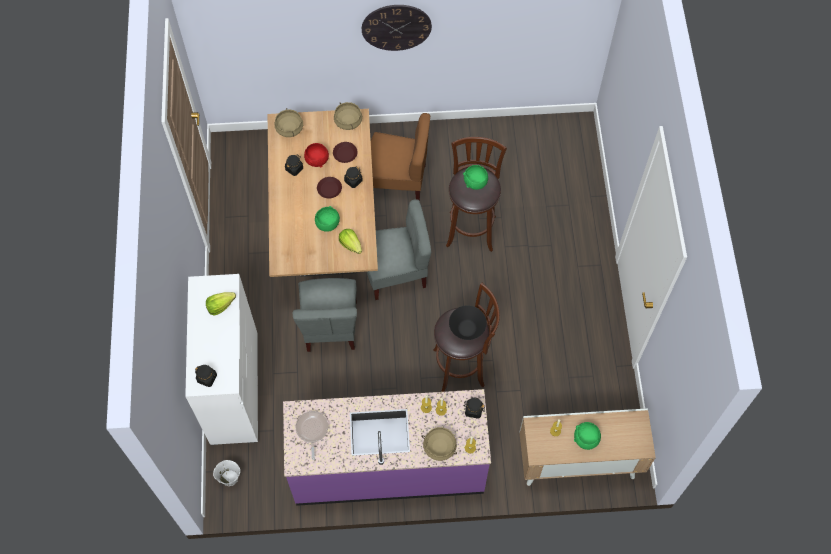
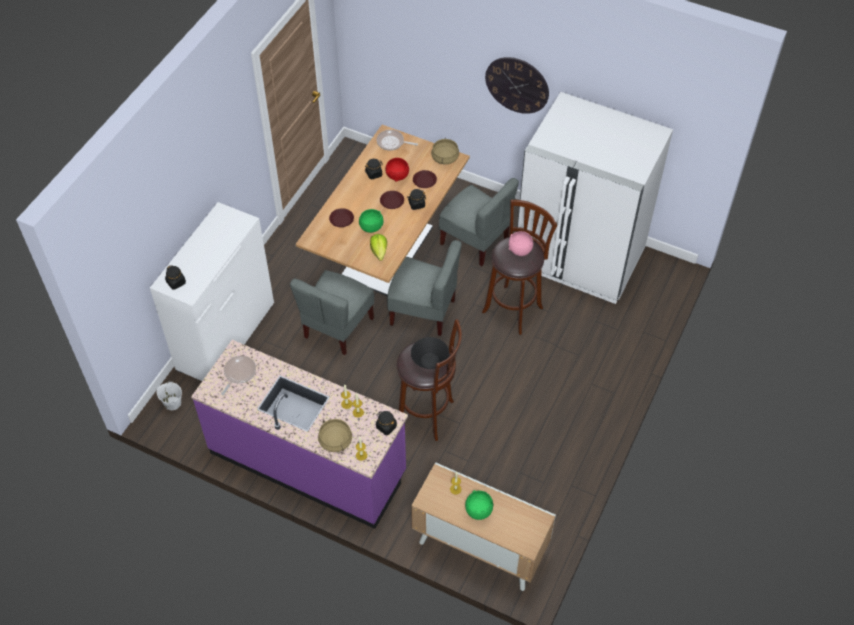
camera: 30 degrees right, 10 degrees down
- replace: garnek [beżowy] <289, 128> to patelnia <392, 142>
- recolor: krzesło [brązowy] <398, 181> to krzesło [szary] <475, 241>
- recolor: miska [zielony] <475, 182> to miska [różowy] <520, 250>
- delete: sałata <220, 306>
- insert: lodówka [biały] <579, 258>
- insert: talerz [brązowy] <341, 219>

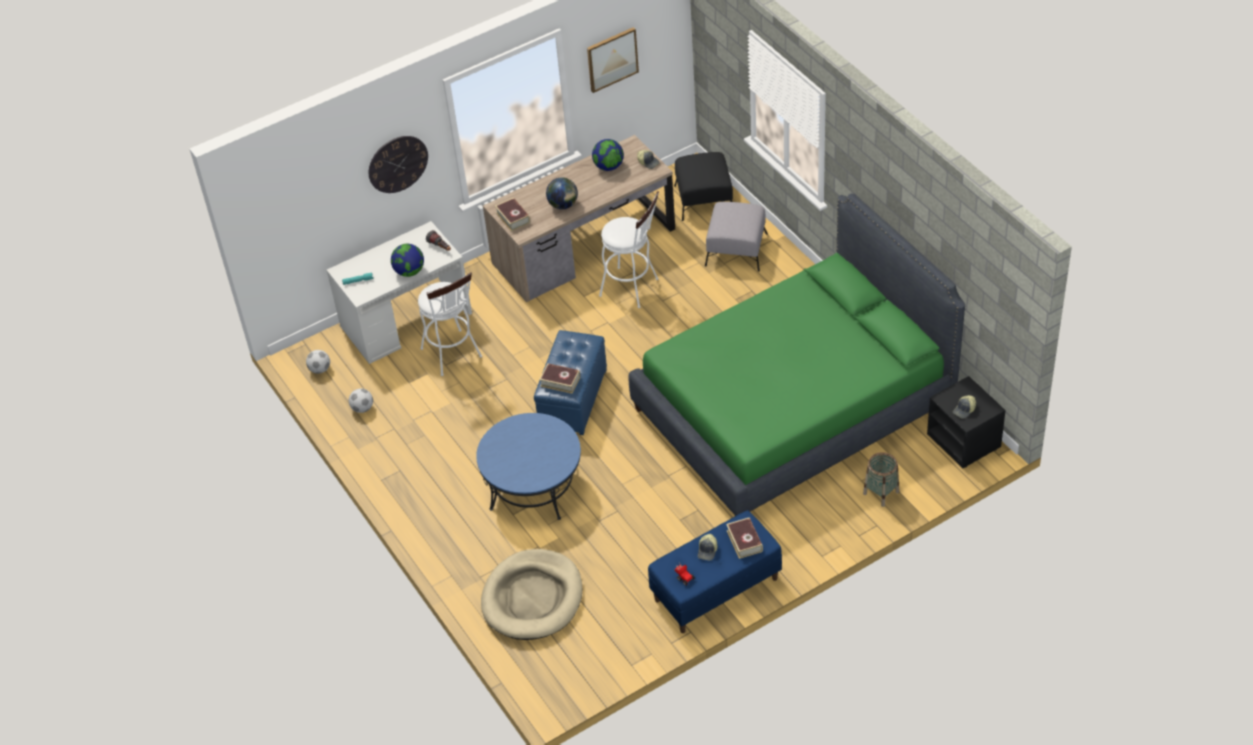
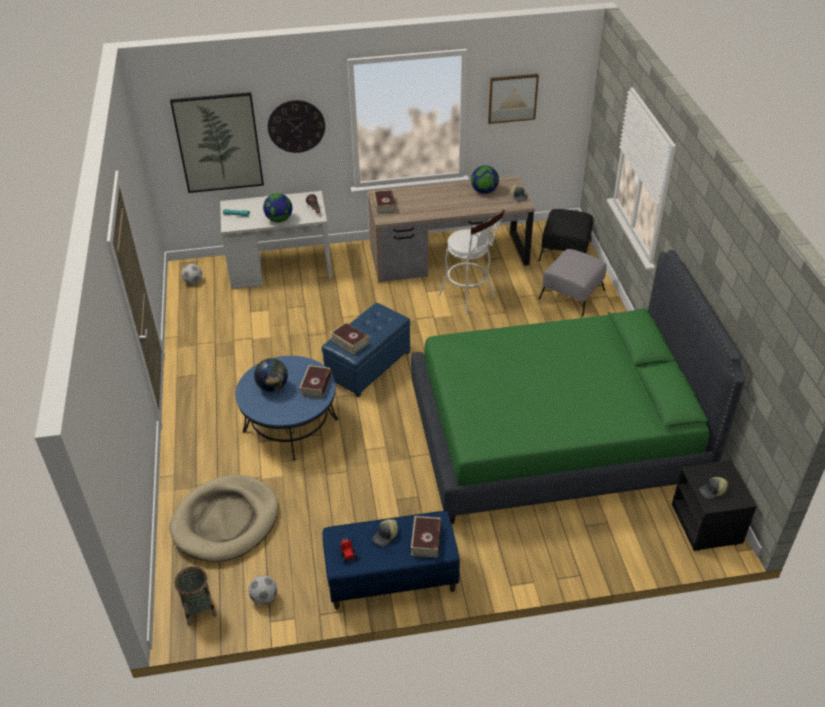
camera: 20 degrees right, 5 degrees down
- move: globus <563, 205> to <272, 387>
- delete: stołek [biały] <454, 356>
- move: piłka futbolowa <362, 408> to <264, 598>
- move: koszyk <881, 493> to <199, 609>
- insert: obraz <218, 143>
- insert: książka <316, 385>

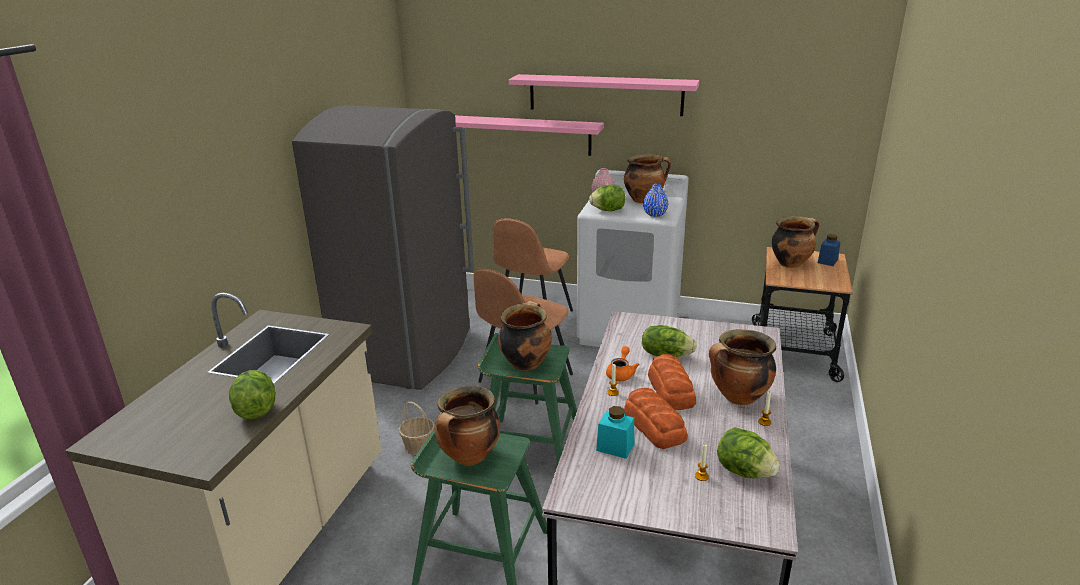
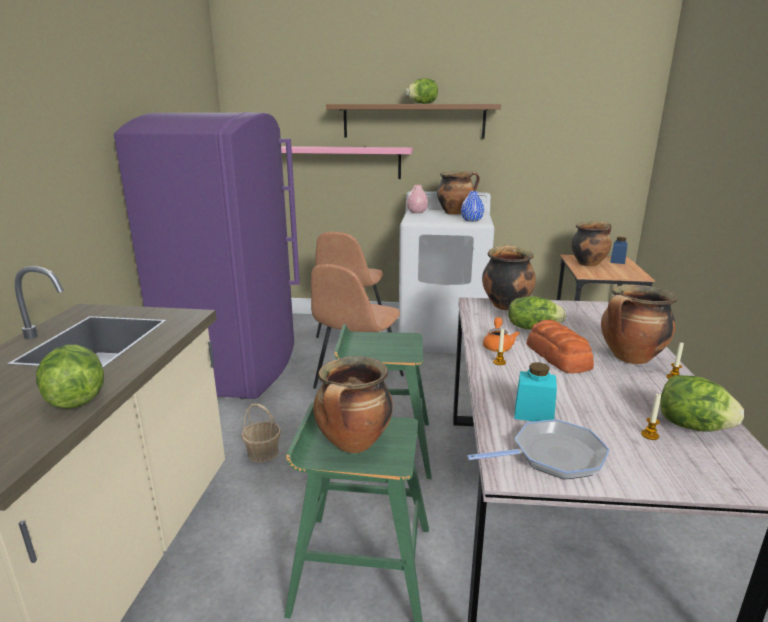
camera: 10 degrees left, 5 degrees down
- recolor: półka [różowy] <605, 94> to półka [brązowy] <413, 121>
- recolor: lodówka [szary] <407, 353> to lodówka [fioletowy] <235, 368>
- move: sałata <608, 210> to <422, 103>
- move: garnek <525, 363> to <505, 305>
- delete: chleb <654, 425>
- insert: patelnia <553, 456>

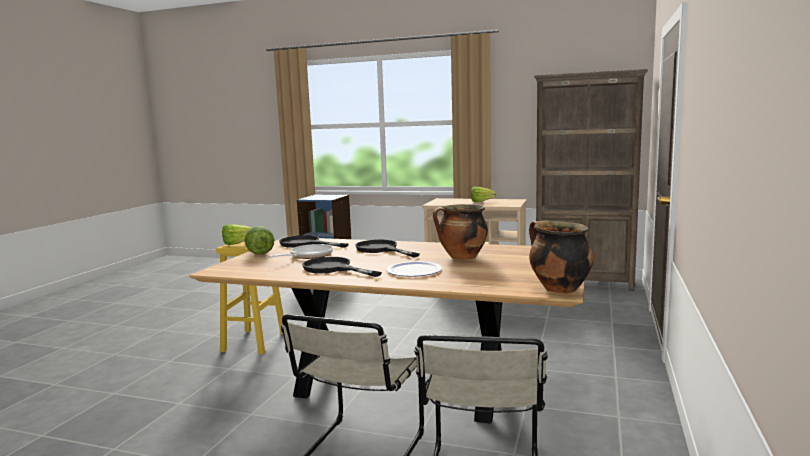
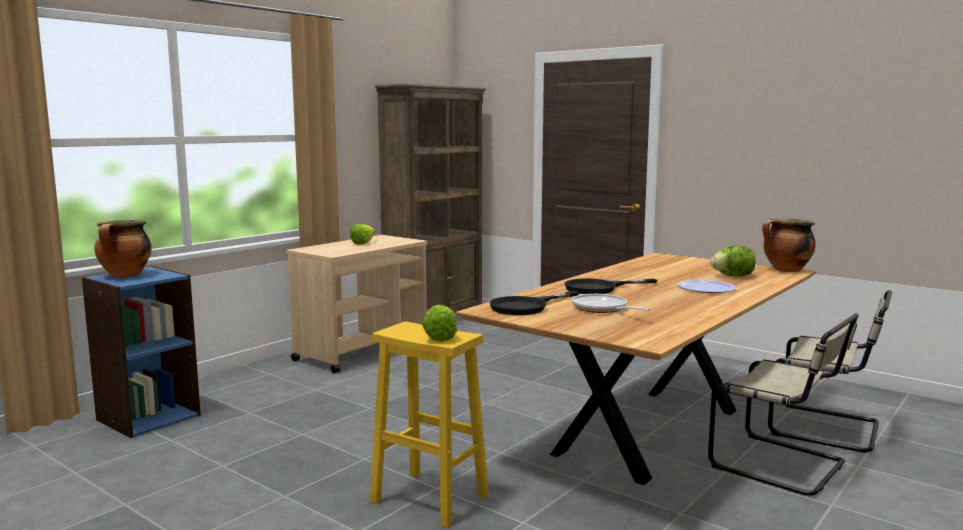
camera: 70 degrees left, 0 degrees up
- move: garnek <462, 258> to <125, 276>
- move: sałata <260, 253> to <733, 276>
- delete: patelnia [czarny] <333, 269>

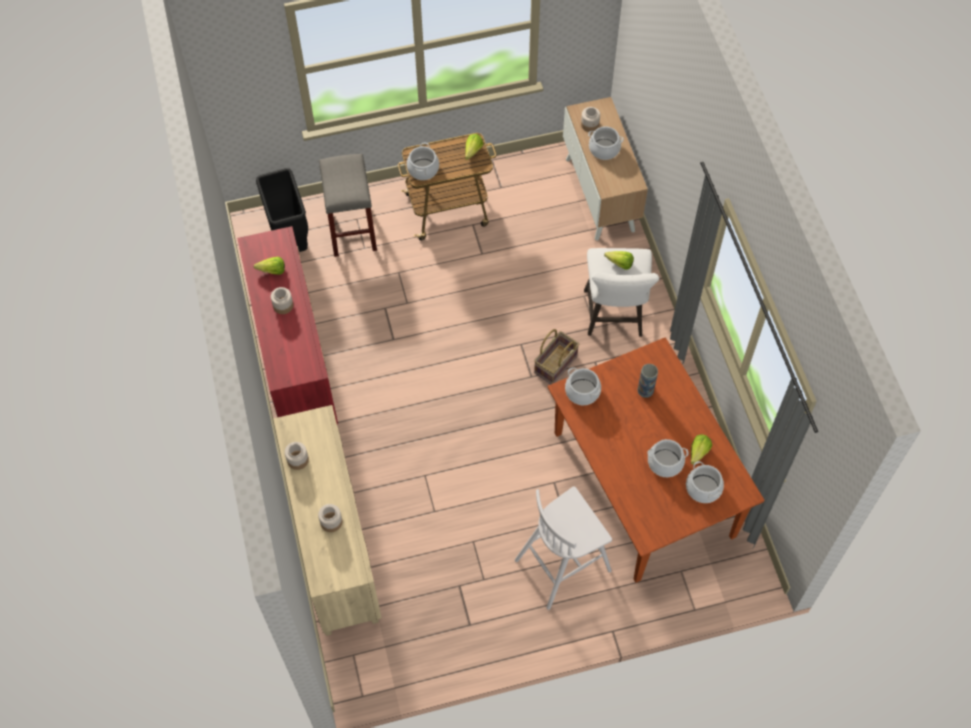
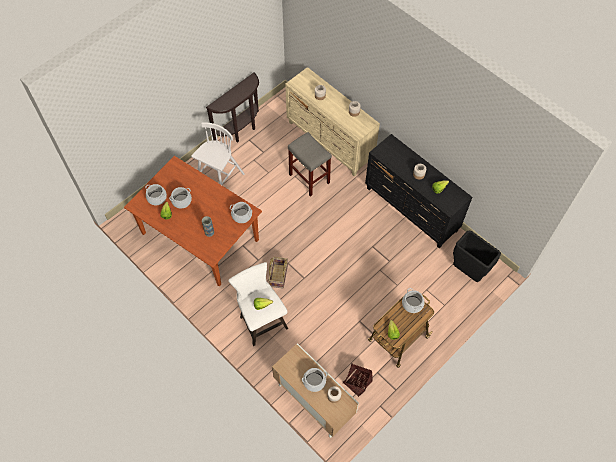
camera: 150 degrees right, 0 degrees up
- move: stołek [szary] <351, 230> to <310, 179>
- recolor: komoda [czerwony] <296, 363> to komoda [czarny] <411, 210>
- insert: stolik konsolowy [brązowy] <241, 130>
- insert: koszyk <357, 382>

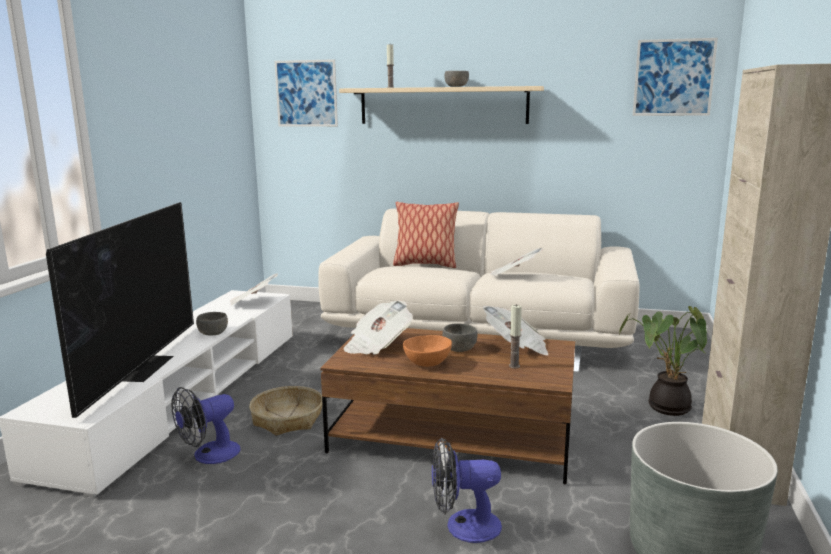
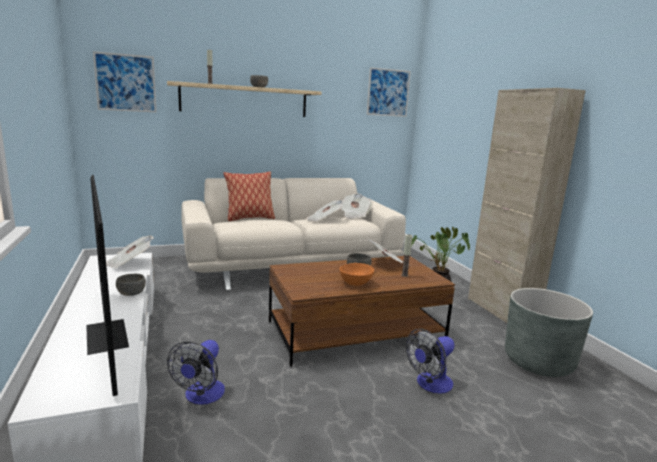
camera: 35 degrees left, 0 degrees up
- move: gazeta <377, 345> to <354, 215>
- delete: koszyk <287, 419>

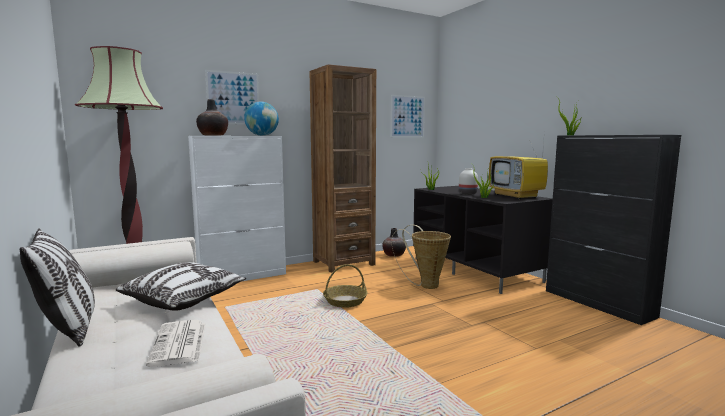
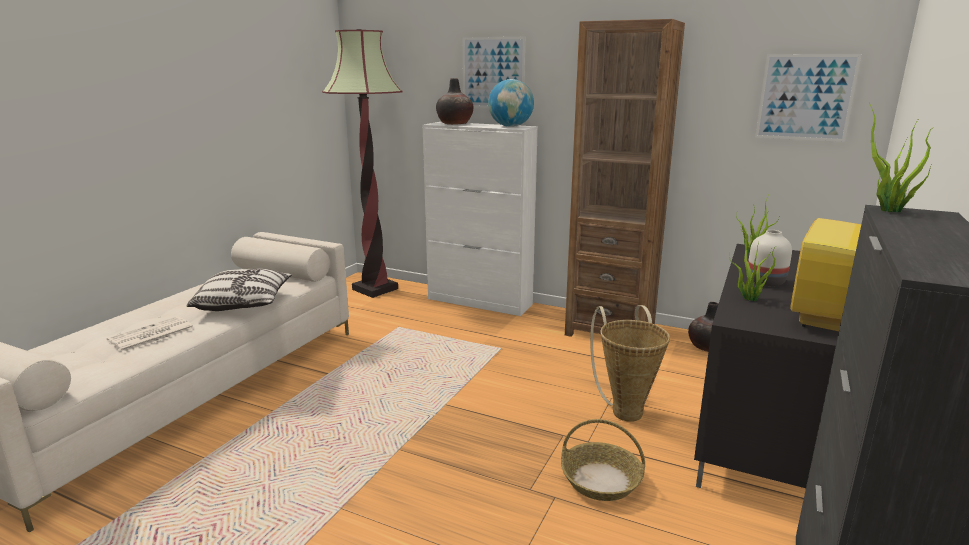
camera: 55 degrees right, 10 degrees up
- delete: poduszka <68, 328>
- move: koszyk <345, 301> to <601, 480>

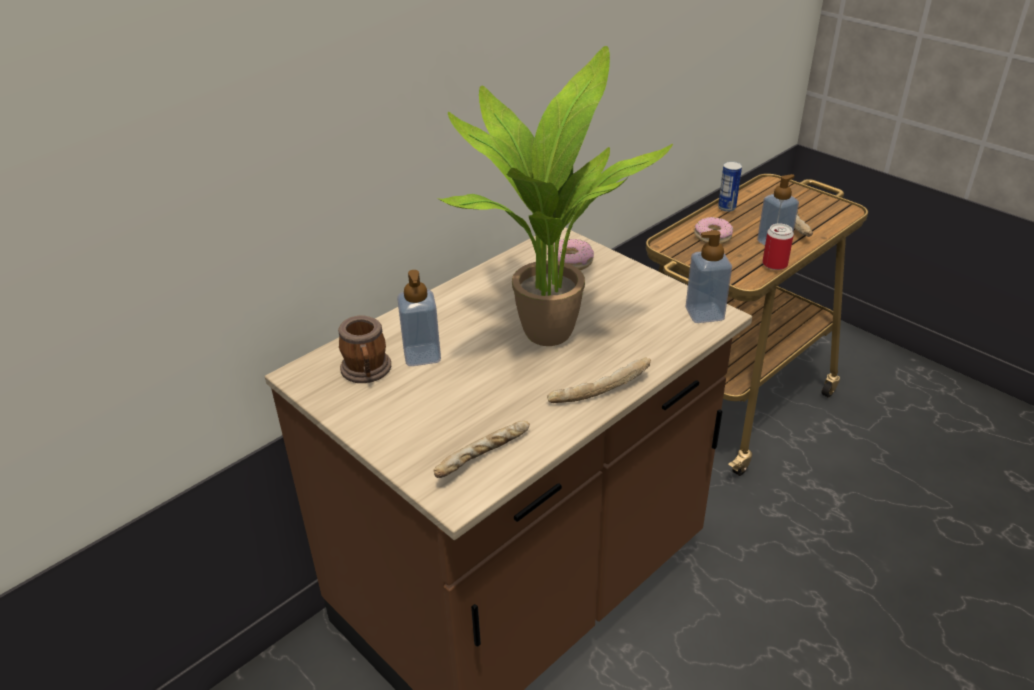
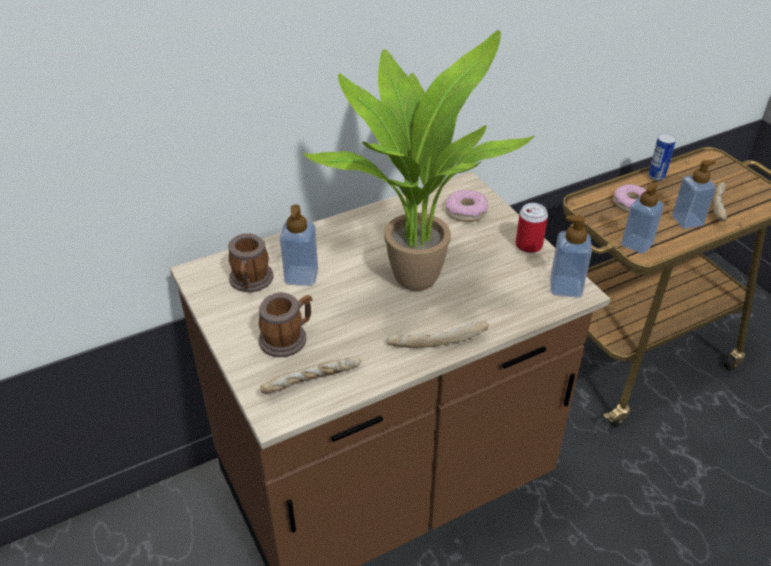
camera: 15 degrees right, 5 degrees up
- move: puszka <774, 264> to <528, 245>
- insert: dozownik mydła <636, 244>
- insert: kubek <288, 338>

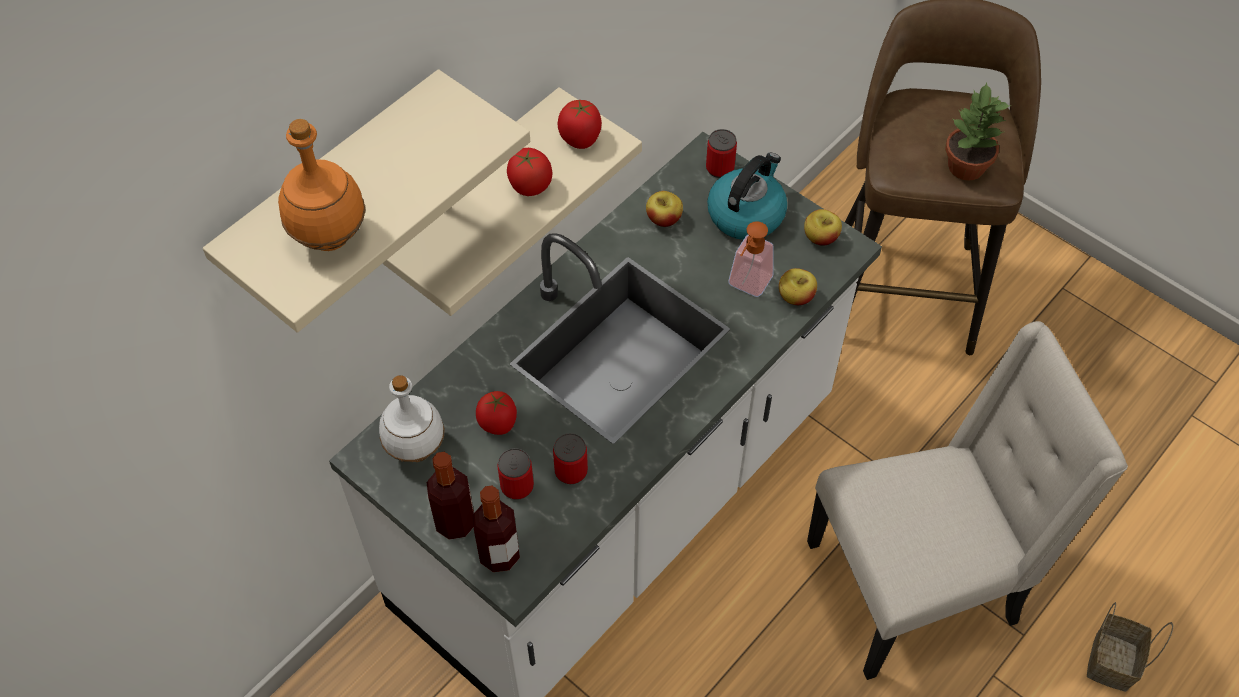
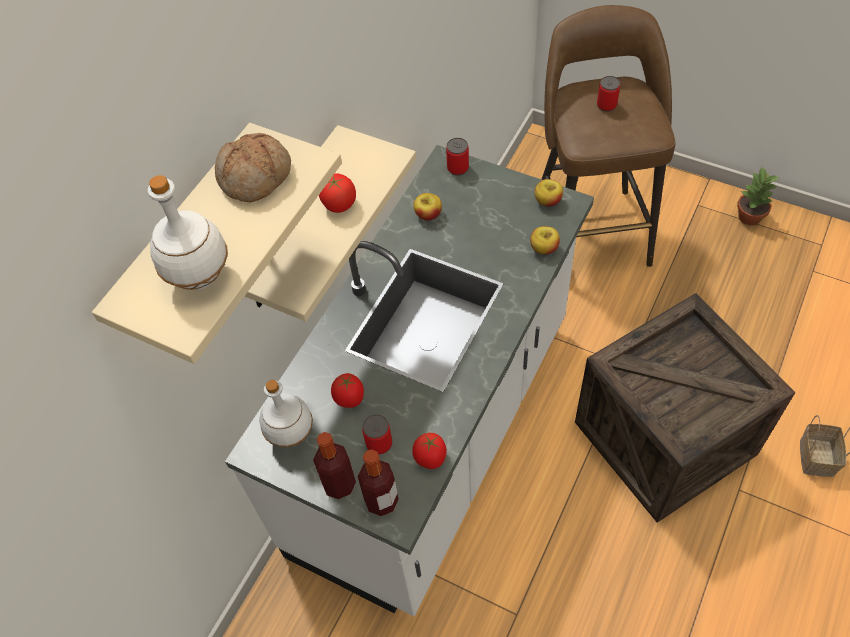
camera: 10 degrees left, 0 degrees up
- move: roślina doniczkowa <965, 167> to <749, 217>
- move: pomidor <580, 139> to <430, 458>
- recolor: butelka [pomarańczowy] <331, 236> to butelka [biały] <201, 276>
- delete: czajnik <746, 214>
- delete: dozownik mydła <746, 286>
- replace: krzesło [beżowy] <916, 584> to skrzynka <664, 438>
- move: puszka <571, 471> to <606, 105>
- insert: chleb <256, 177>

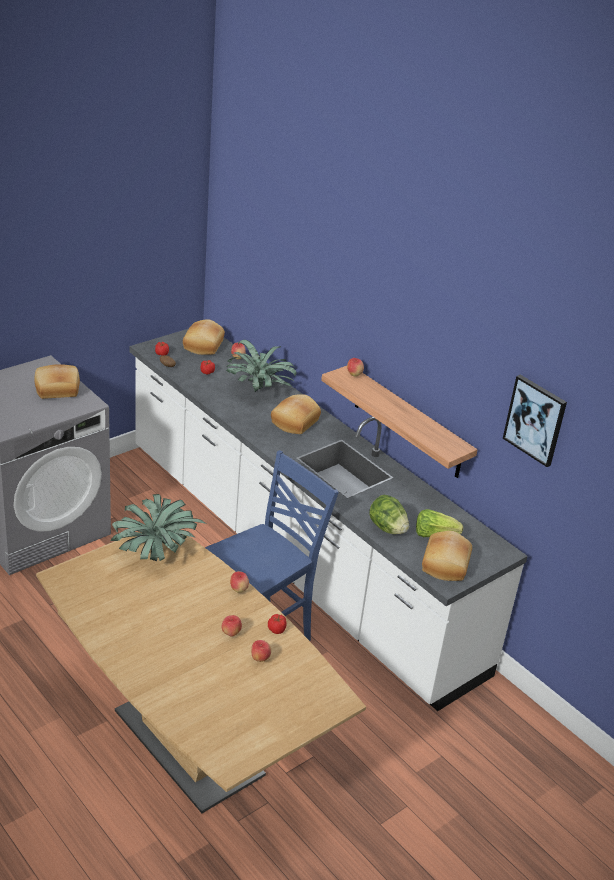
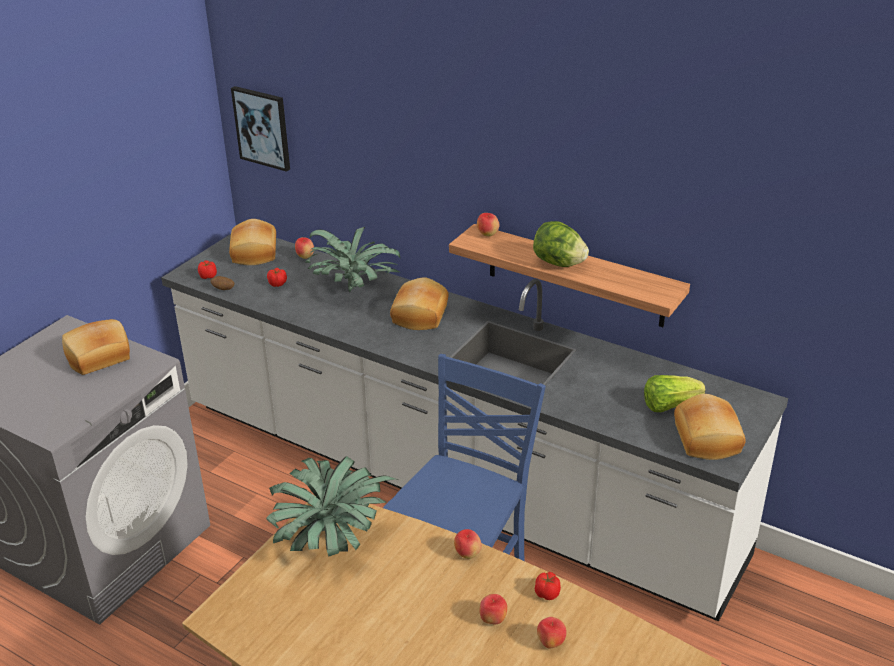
camera: 15 degrees left, 0 degrees up
- move: obraz <535, 420> to <262, 127>
- move: sałata <387, 528> to <558, 263>

